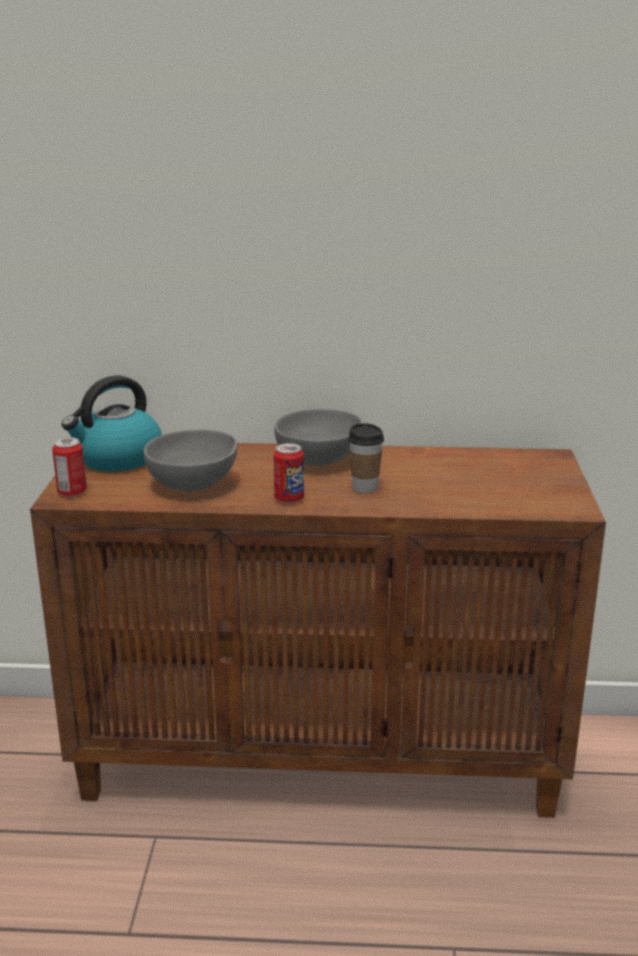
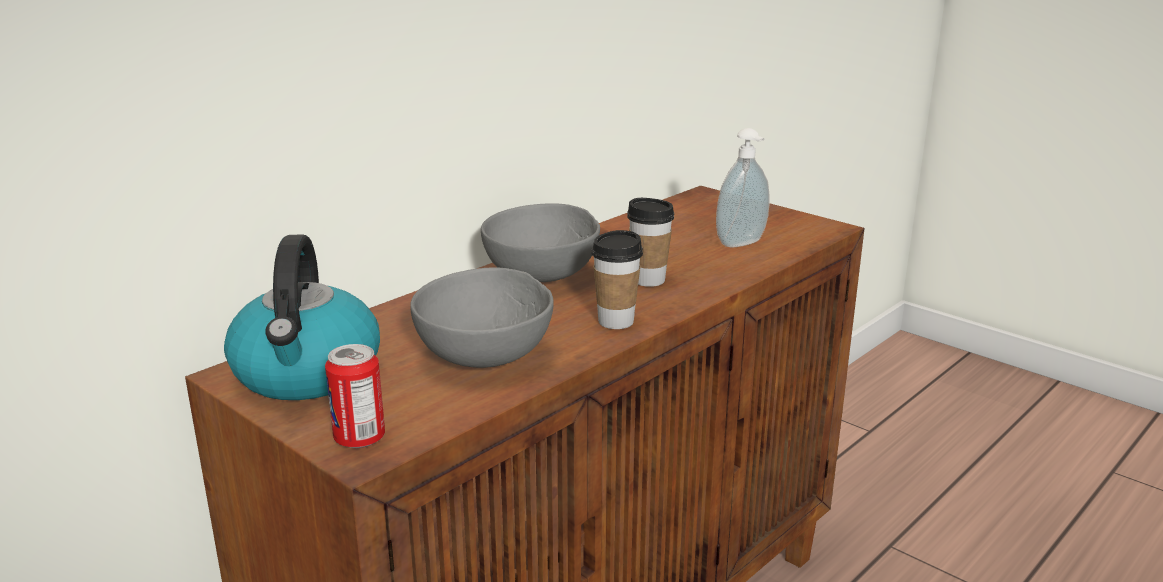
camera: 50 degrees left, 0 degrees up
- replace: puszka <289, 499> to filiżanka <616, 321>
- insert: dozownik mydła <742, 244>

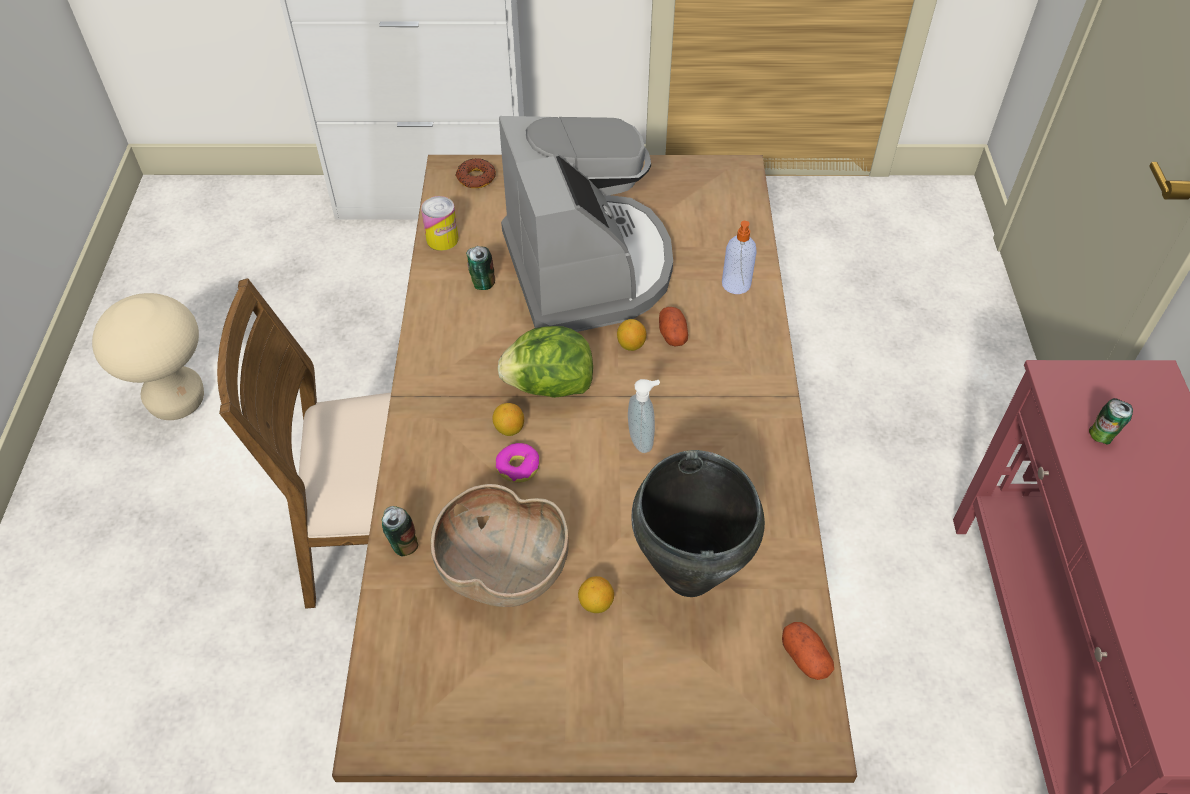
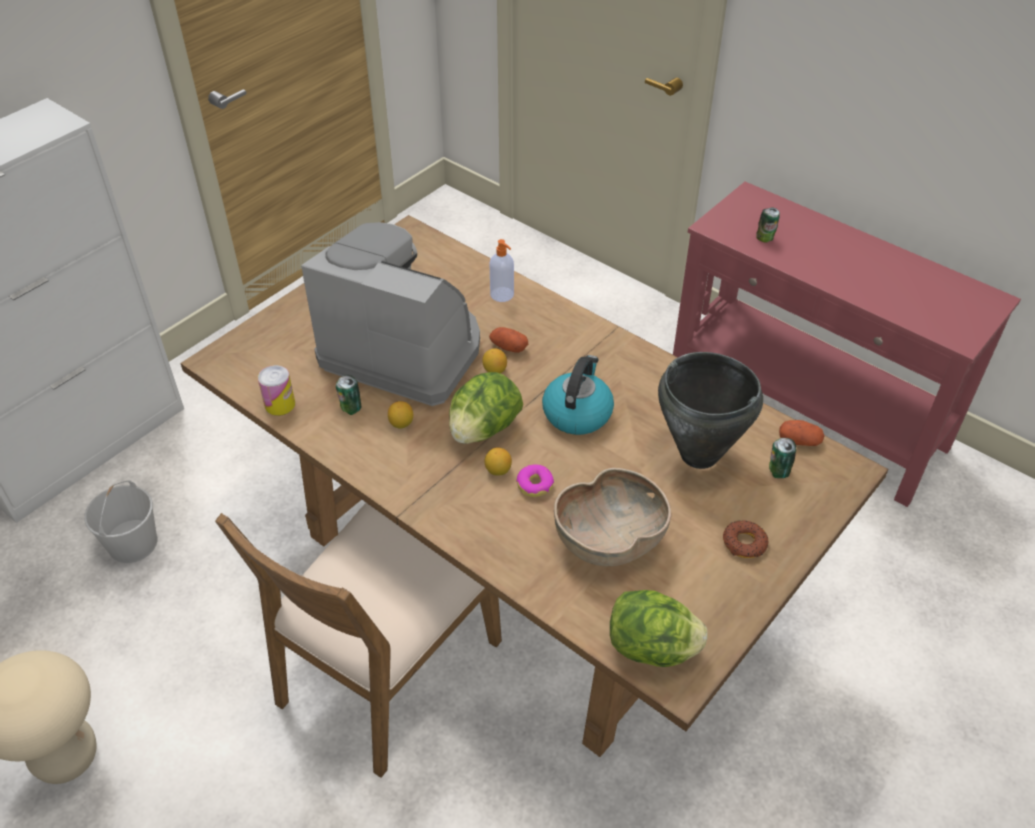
camera: 50 degrees left, 5 degrees down
- move: donut <476, 178> to <744, 543>
- replace: dozownik mydła <642, 440> to czajnik <577, 413>
- move: puszka <403, 544> to <778, 472>
- move: cytryna <596, 603> to <401, 424>
- insert: wiadro [biały] <133, 542>
- insert: sałata <652, 648>

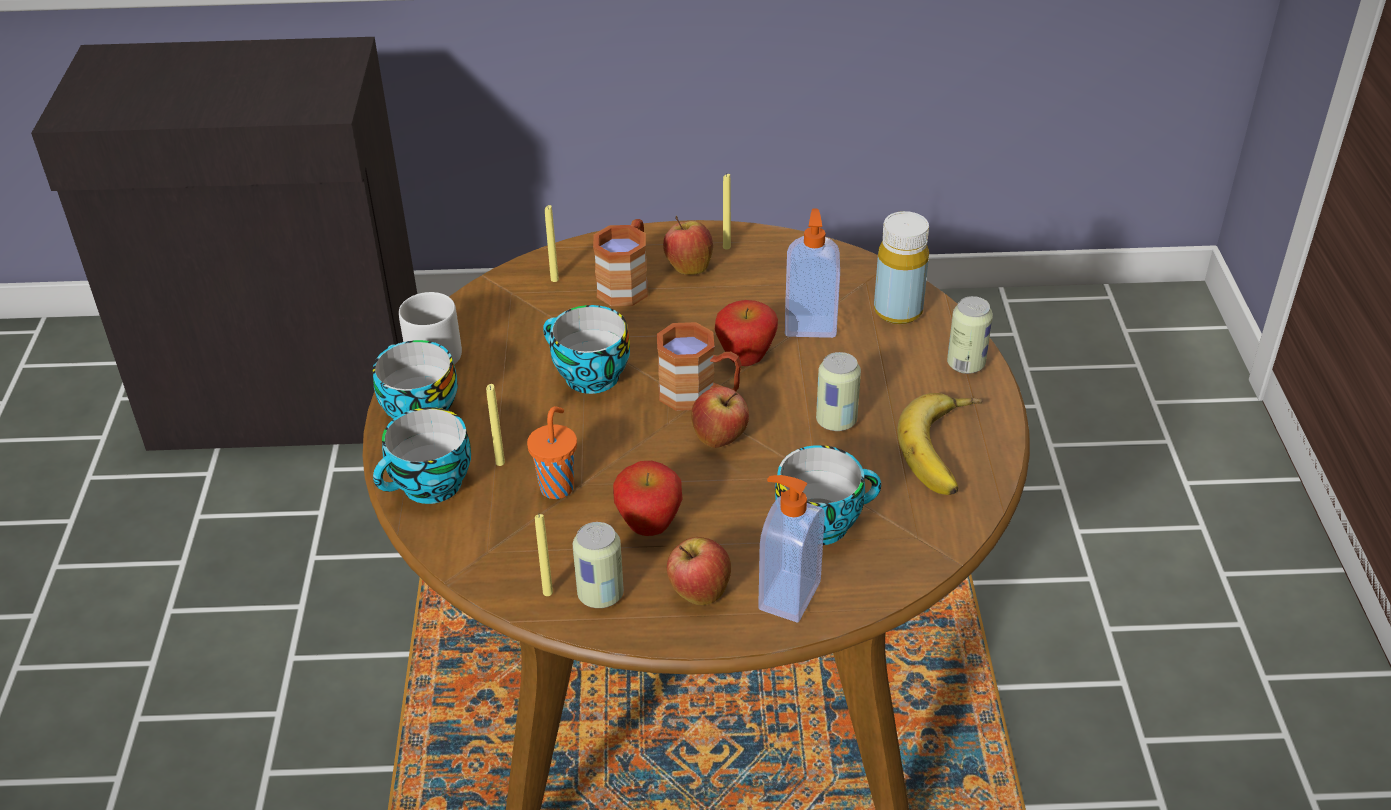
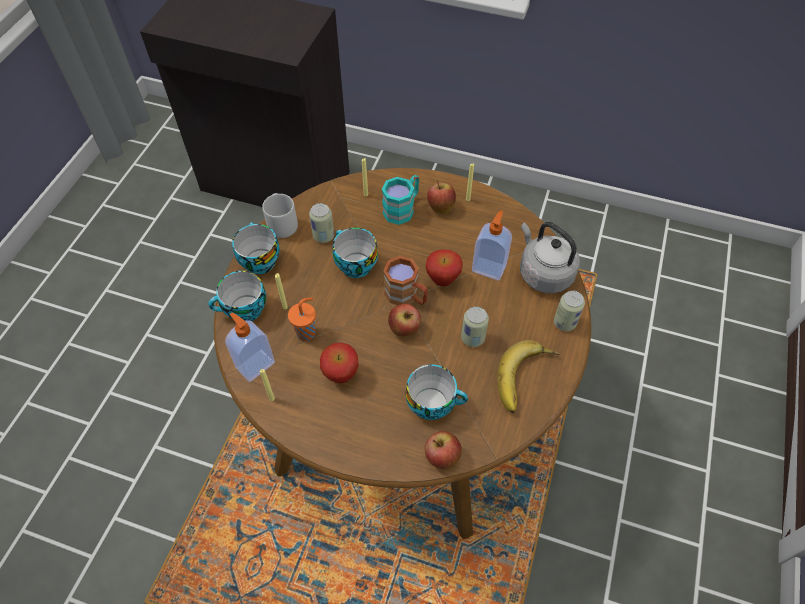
camera: 20 degrees right, 15 degrees up
- replace: butelka [żółty] <898, 311> to czajnik [szary] <543, 273>
- recolor: kubek [brązowy] <627, 283> to kubek [turkusowy] <402, 208>
- move: dozownik mydła <787, 595> to <254, 364>
- move: puszka <600, 595> to <323, 236>
- move: jabłko <699, 593> to <442, 457>

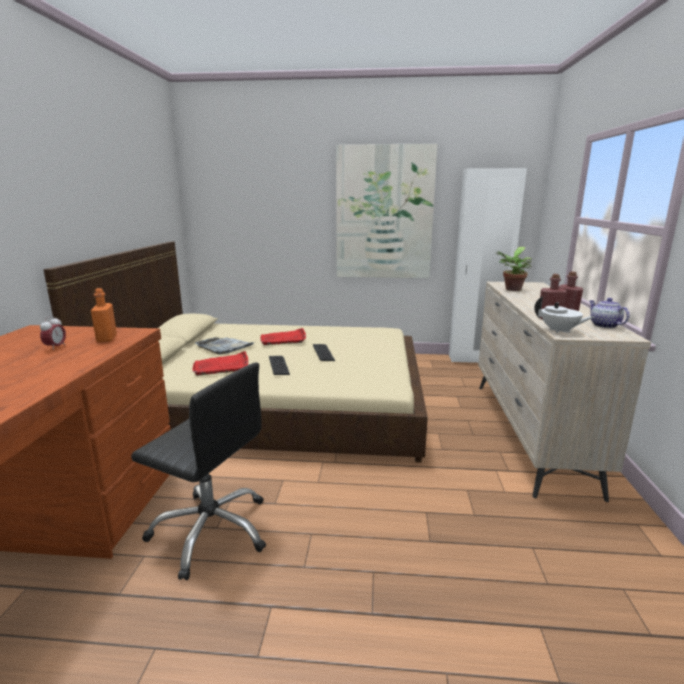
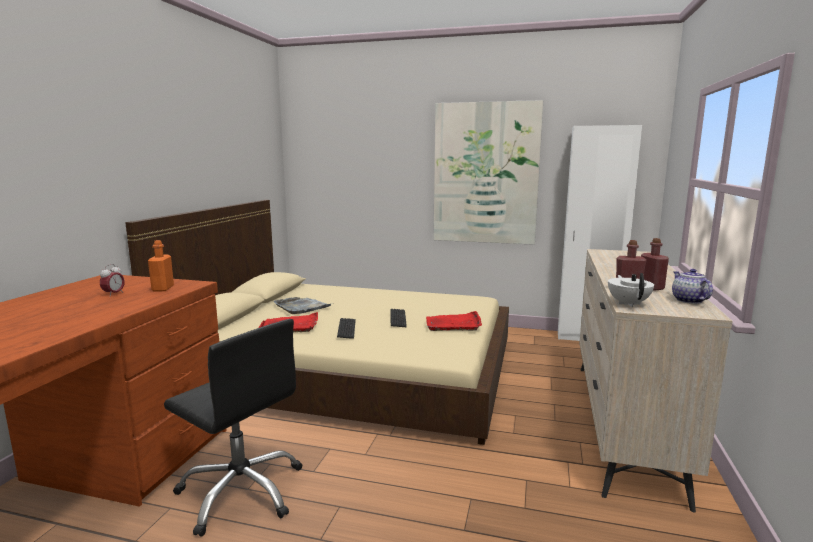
camera: 10 degrees right, 5 degrees down
- delete: roślina doniczkowa <512, 289>
- rotate: imbryk [biały] <559, 331> = <628, 303> 135 degrees counterclockwise
- move: taca [czerwony] <283, 339> to <453, 324>

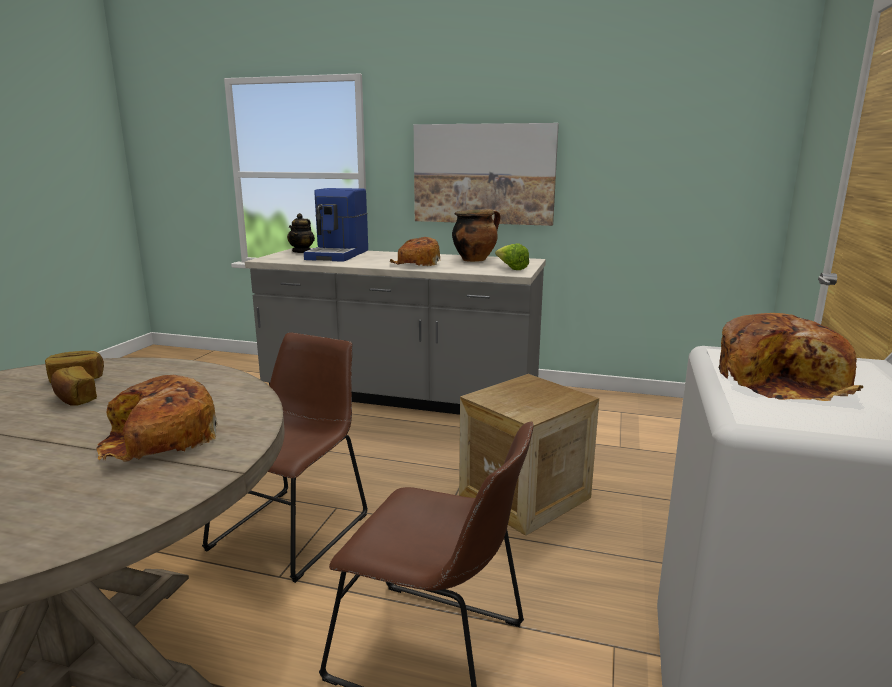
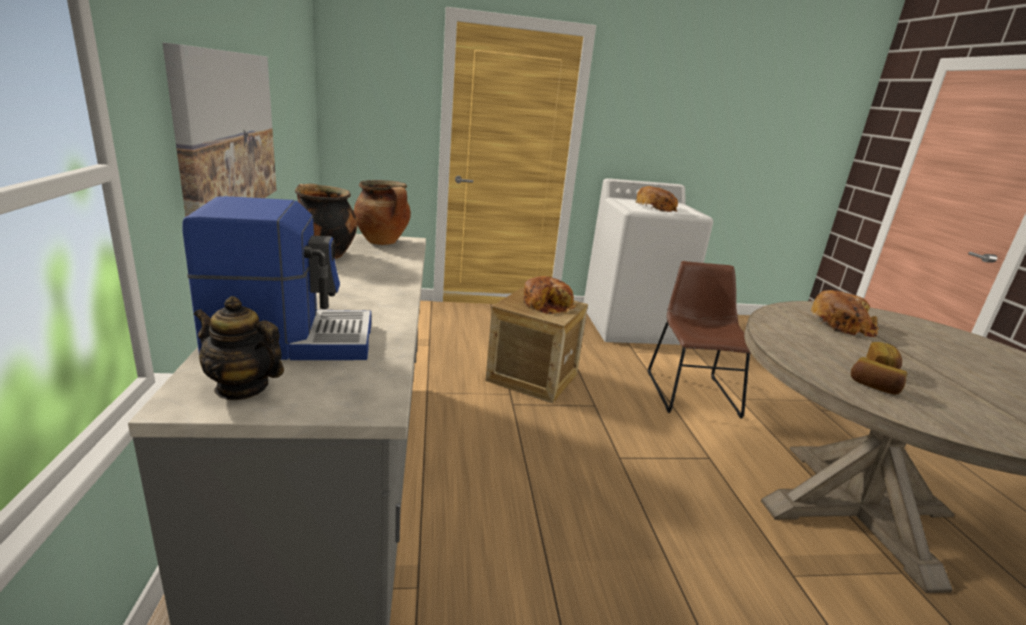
camera: 115 degrees left, 5 degrees up
- rotate: imbryk <302, 251> = <242, 388> 150 degrees counterclockwise
- move: chleb <415, 263> to <548, 304>
- replace: sałata <511, 268> to garnek <383, 242>
- delete: krzesło [brązowy] <294, 528>

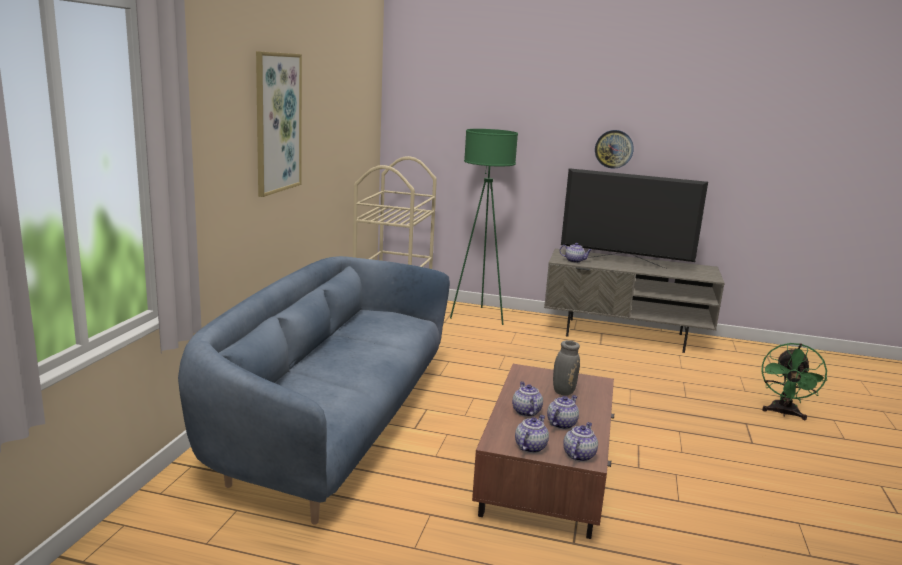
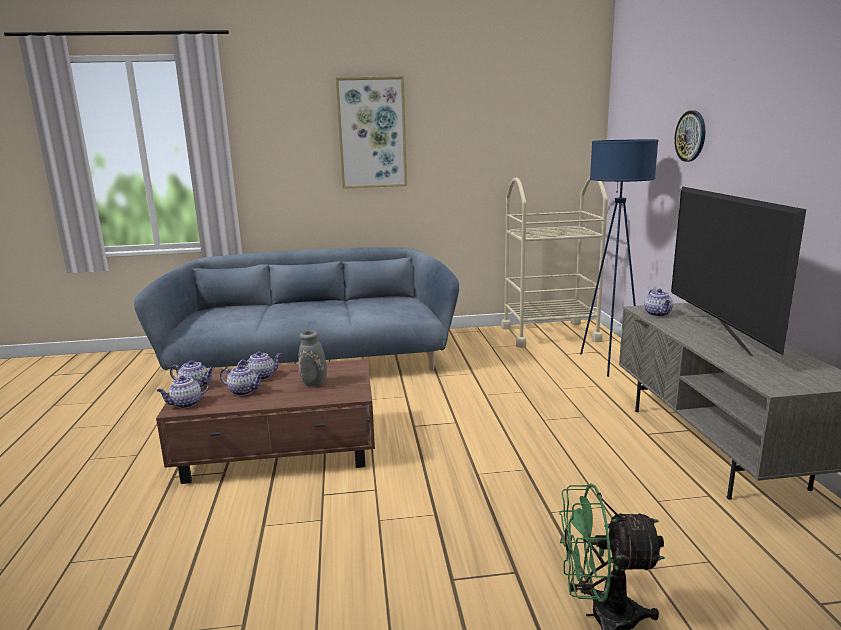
camera: 70 degrees right, 0 degrees up
- recolor: lampa stojąca [zielony] <478, 317> to lampa stojąca [niebieski] <609, 363>
- move: zegar ścienny <614, 149> to <691, 136>
- rotate: imbryk <579, 455> = <185, 404> 135 degrees clockwise

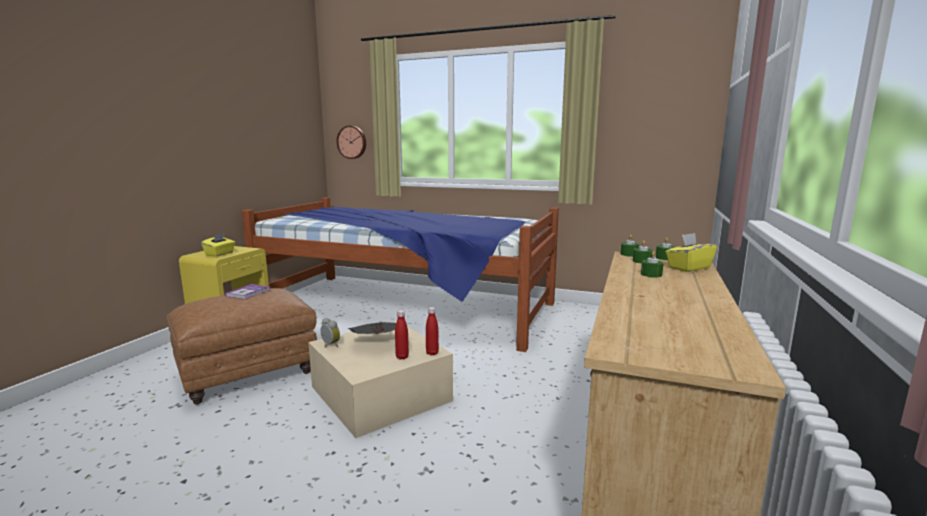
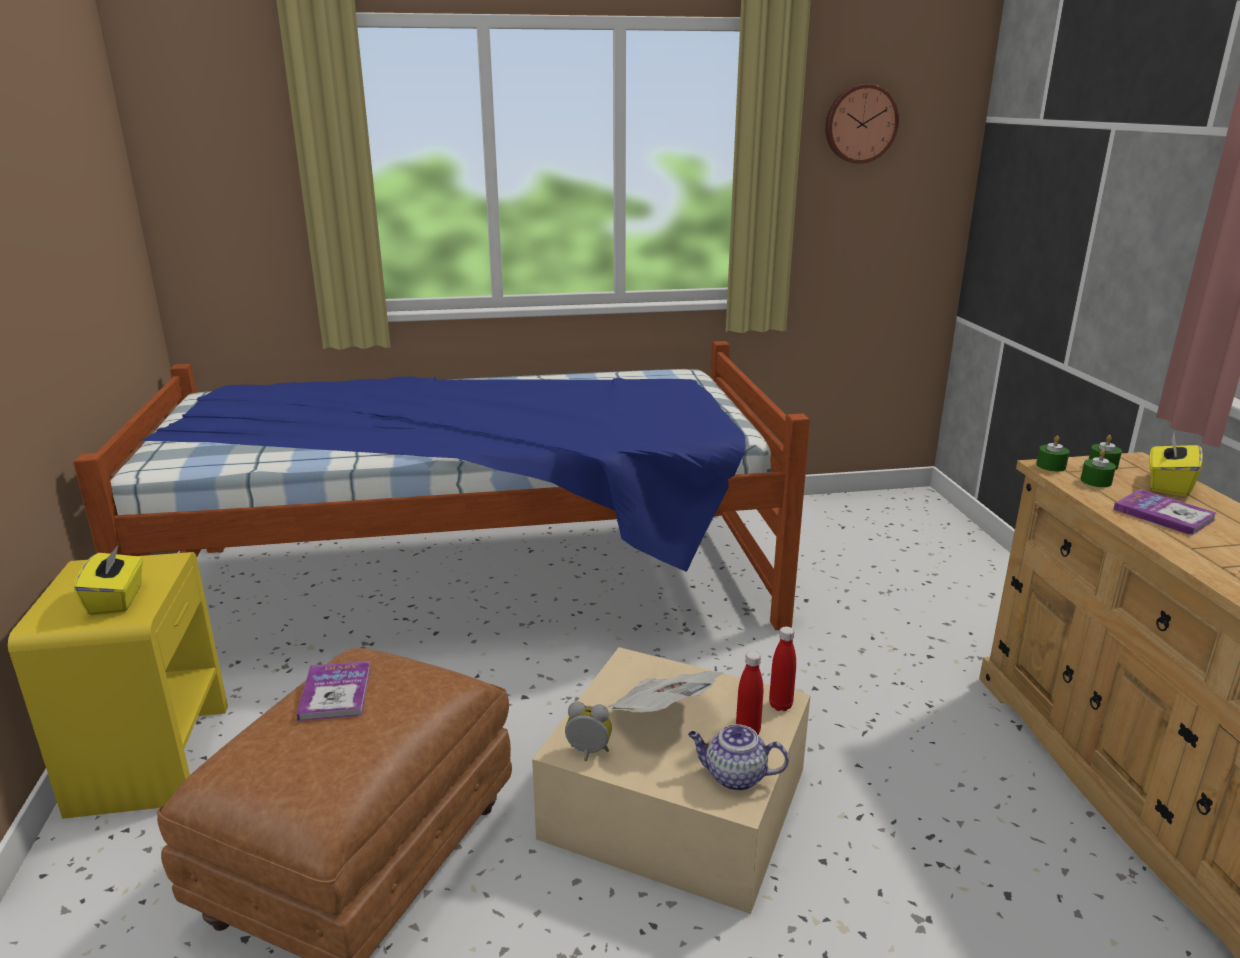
camera: 30 degrees left, 10 degrees up
- move: zegar ścienny <352, 142> to <860, 124>
- replace: świeca [zielony] <651, 274> to książka <1163, 514>
- insert: imbryk <734, 776>

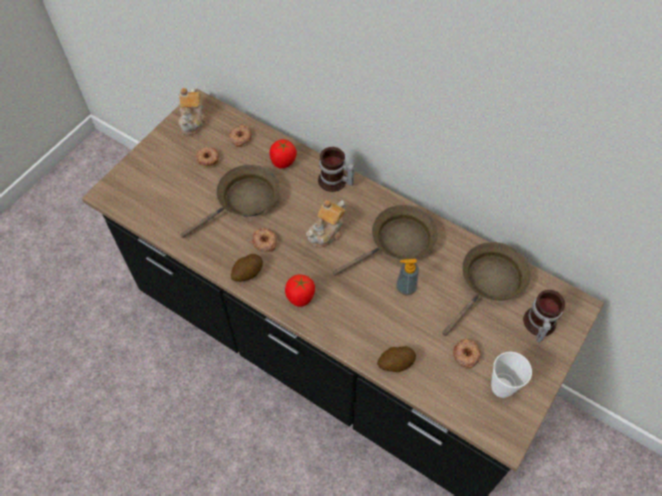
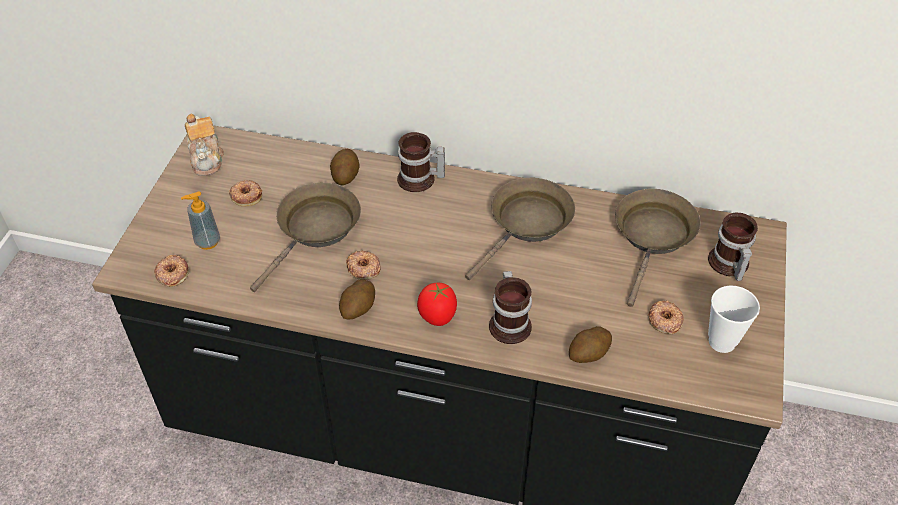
camera: 20 degrees left, 10 degrees down
- move: donut <240, 138> to <172, 273>
- replace: pomidor <283, 162> to ziemniak <345, 175>
- delete: imbryk <327, 232>
- move: dozownik mydła <406, 288> to <207, 242>
- insert: kubek <511, 323>

